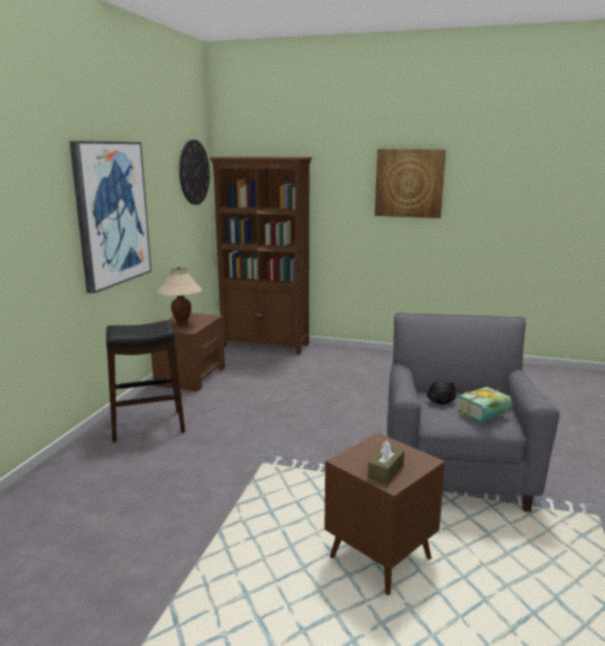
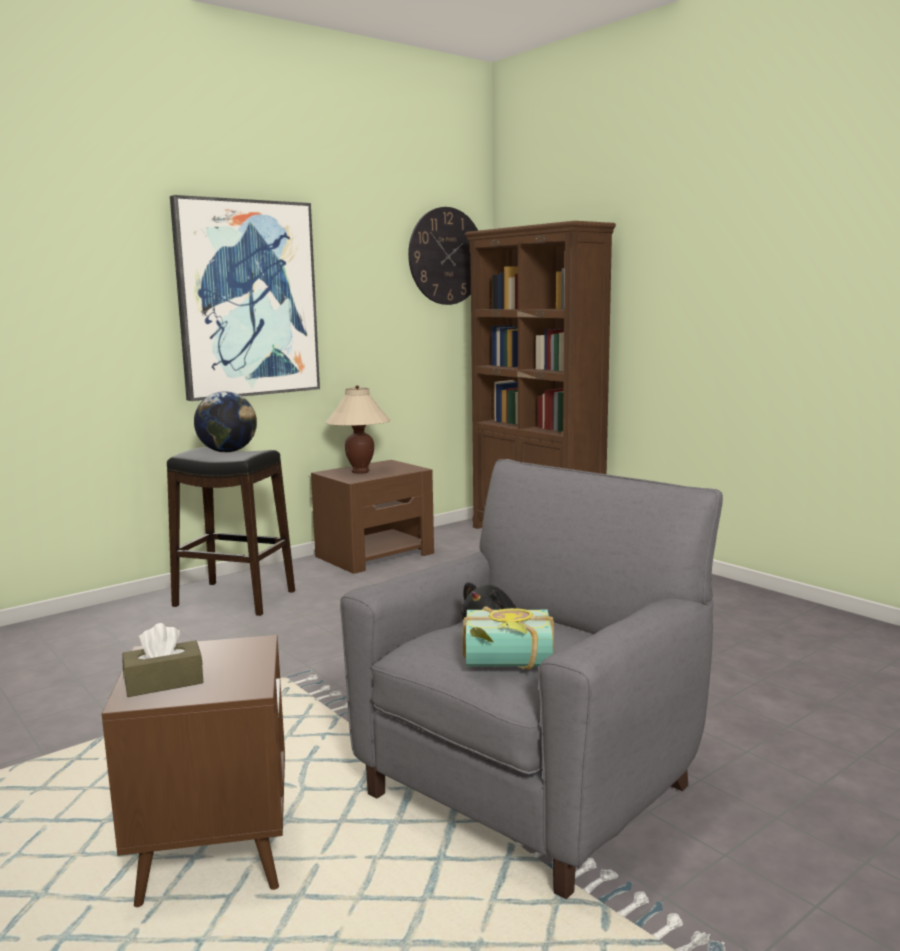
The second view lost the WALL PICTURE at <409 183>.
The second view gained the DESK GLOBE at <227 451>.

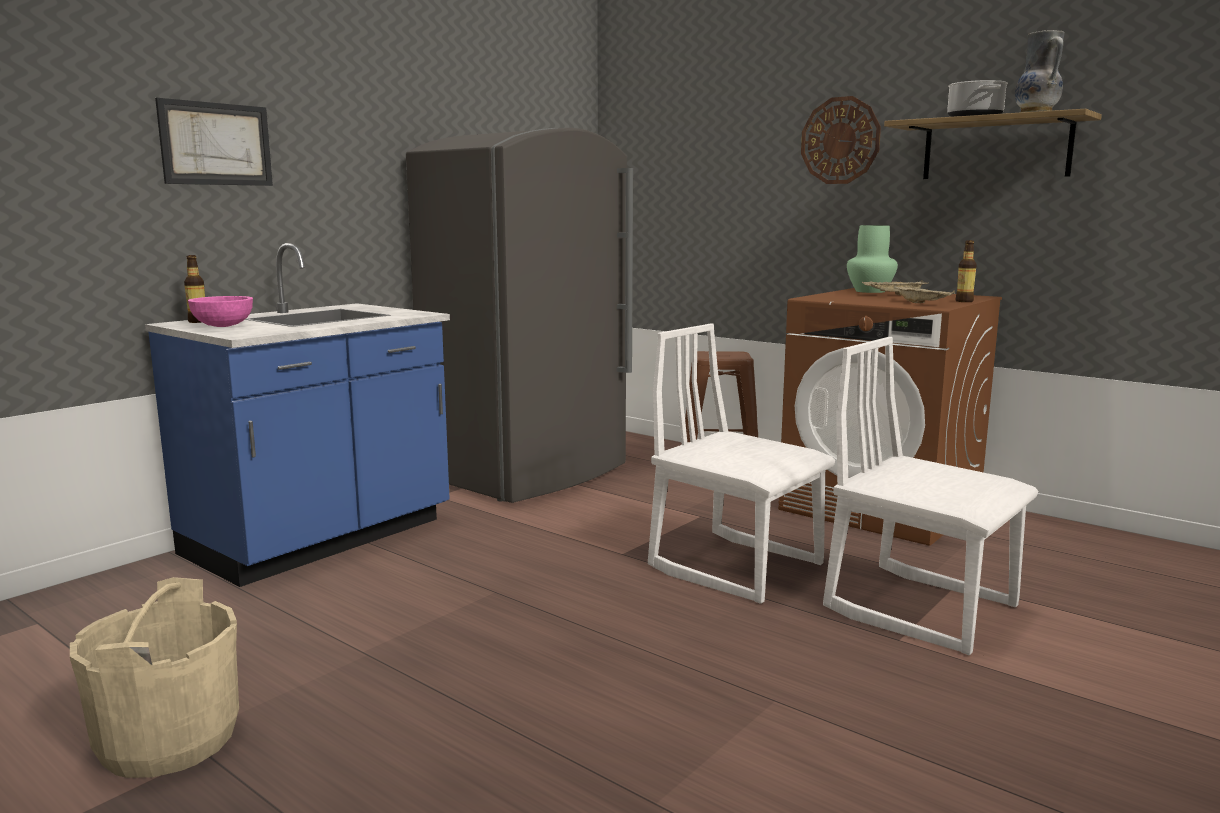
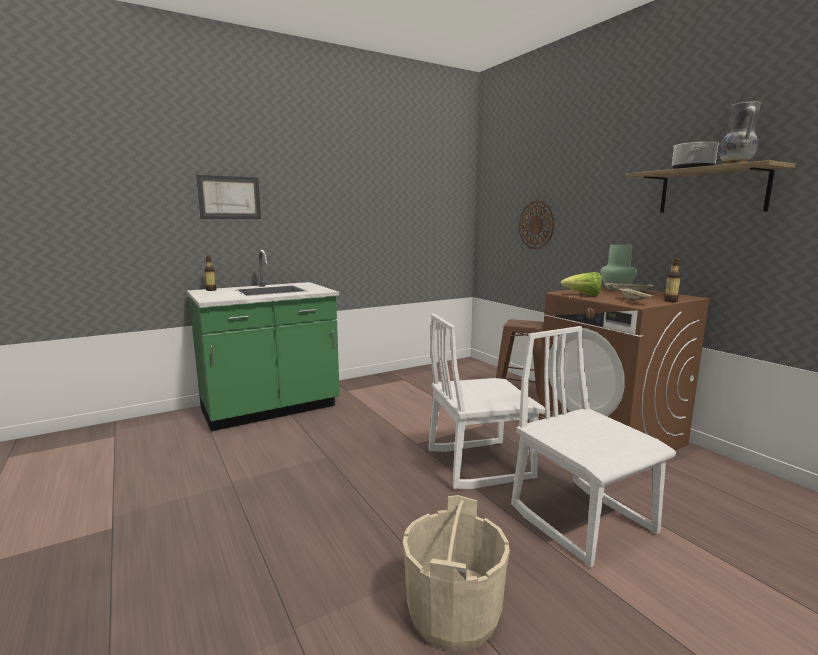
The WALL CLOCK ended up elsewhere, having gone from <840 140> to <536 225>.
The second view lost the GREYISH REFRIGERATOR at <529 473>.
What was the BLUISH KITCHEN BASE UNIT at <321 539> turned into the GREENISH KITCHEN BASE UNIT at <270 409>.
The second view lost the PINK-COLOURED DEEP DISH at <222 326>.
The WHITISH PLAIN CHAIR at <737 566> ended up facing another way, 75 degrees counterclockwise from before.
The BEIGE-COLOURED BUCKET ended up elsewhere, having gone from <169 740> to <454 614>.
The second view gained the LETTUCE at <583 295>.

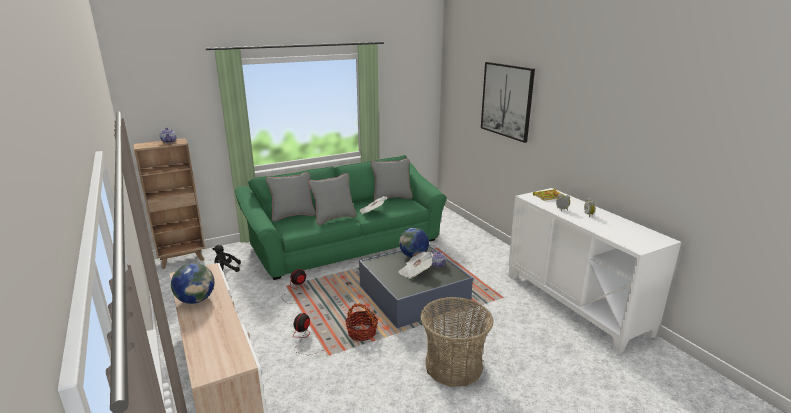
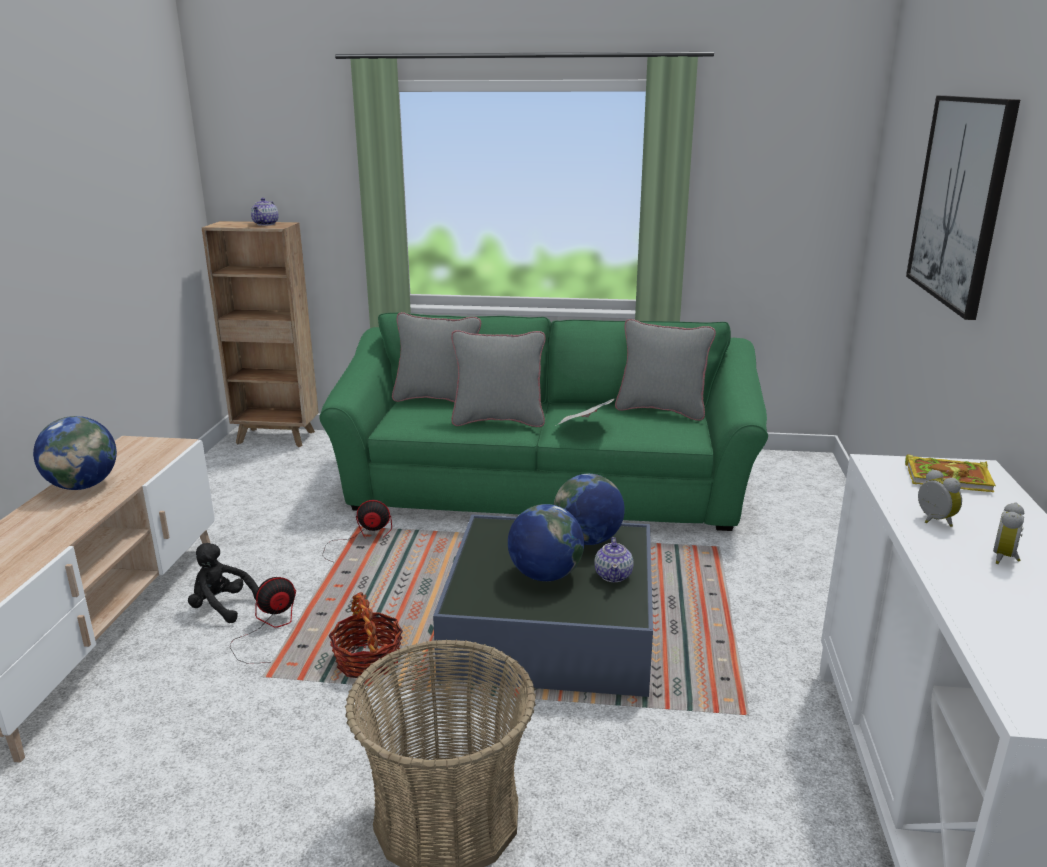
The BLACK SOFT TOY ended up elsewhere, having gone from <226 269> to <222 607>.
Where the DAILY PAPER stood at <415 272>, the DESK GLOBE came to stand at <545 575>.

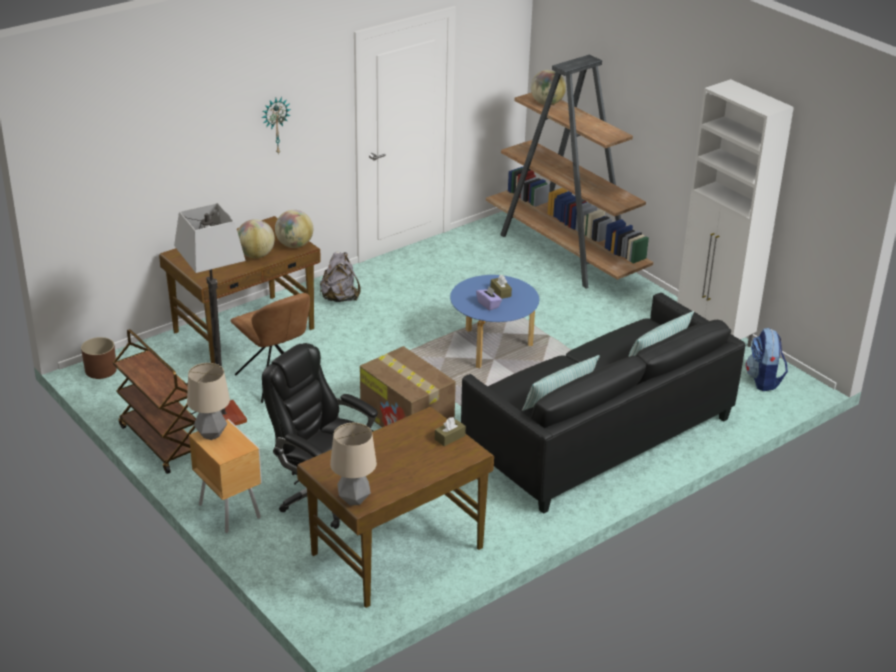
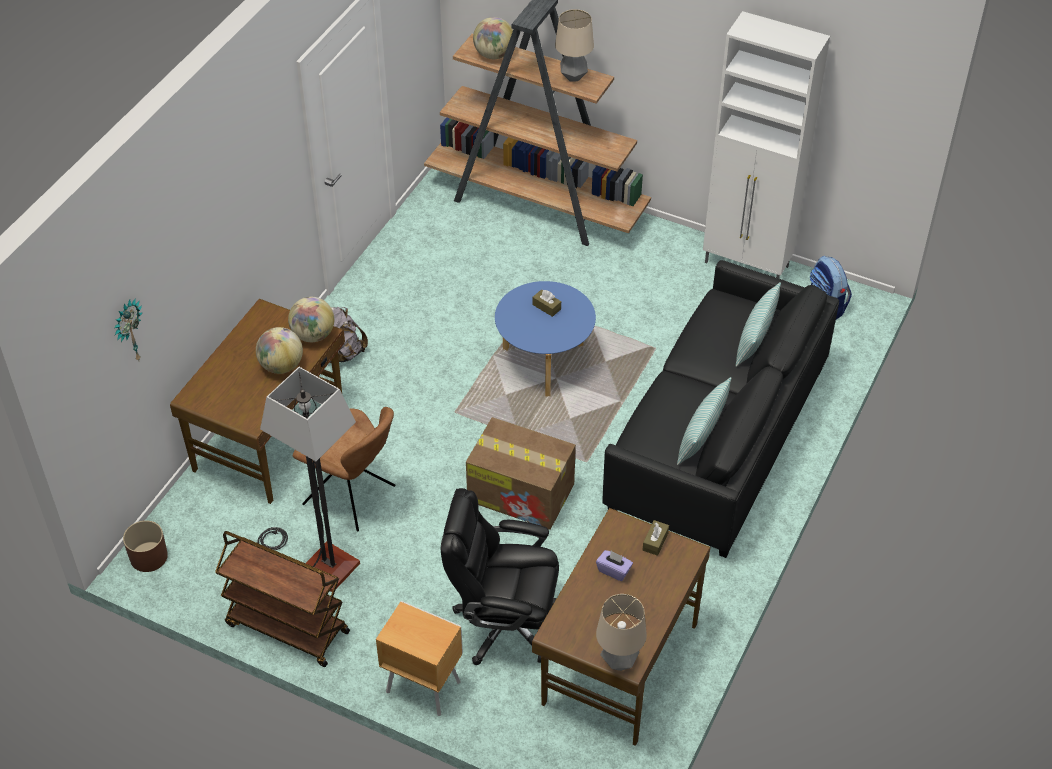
The WALL CLOCK ended up elsewhere, having gone from <275 125> to <128 331>.
The PURPLE BOX OF TISSUES ended up elsewhere, having gone from <488 304> to <614 570>.
The TABLETOP LAMP ended up elsewhere, having gone from <211 435> to <573 77>.

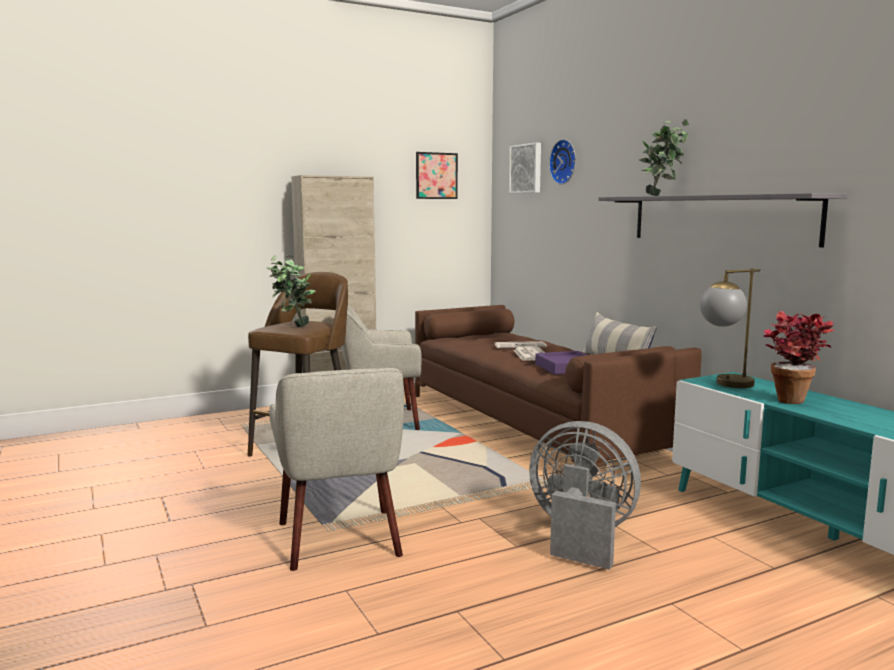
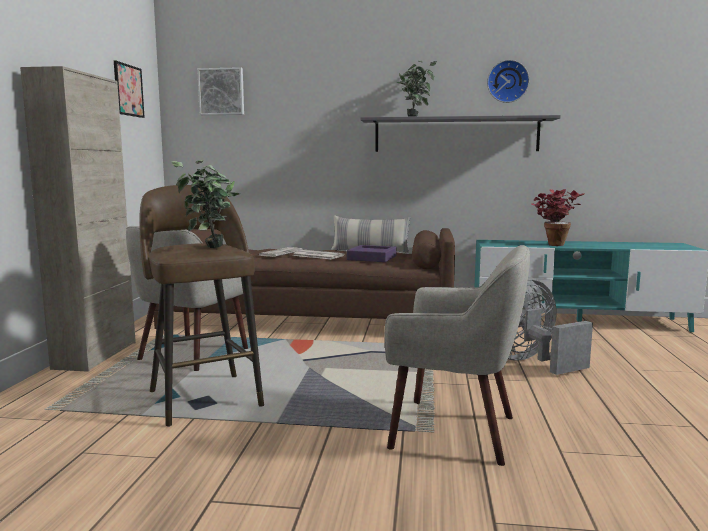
The WALL CLOCK ended up elsewhere, having gone from <565 162> to <507 81>.
The second view lost the TABLETOP LAMP at <725 385>.

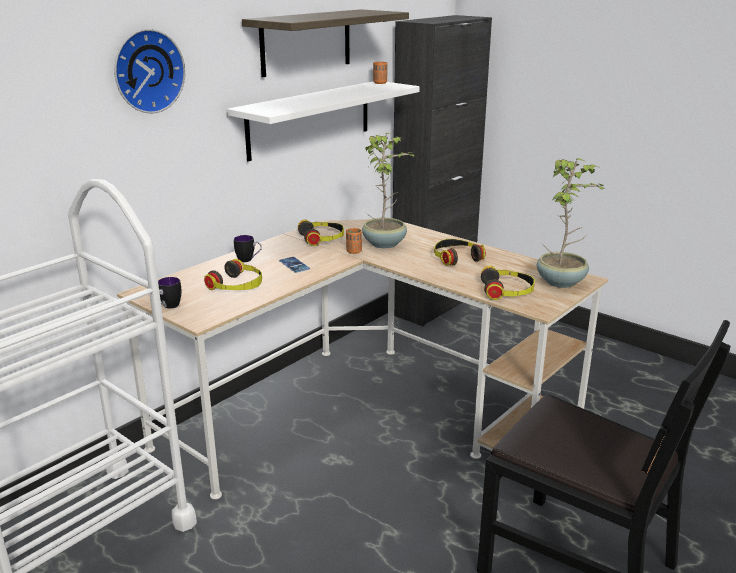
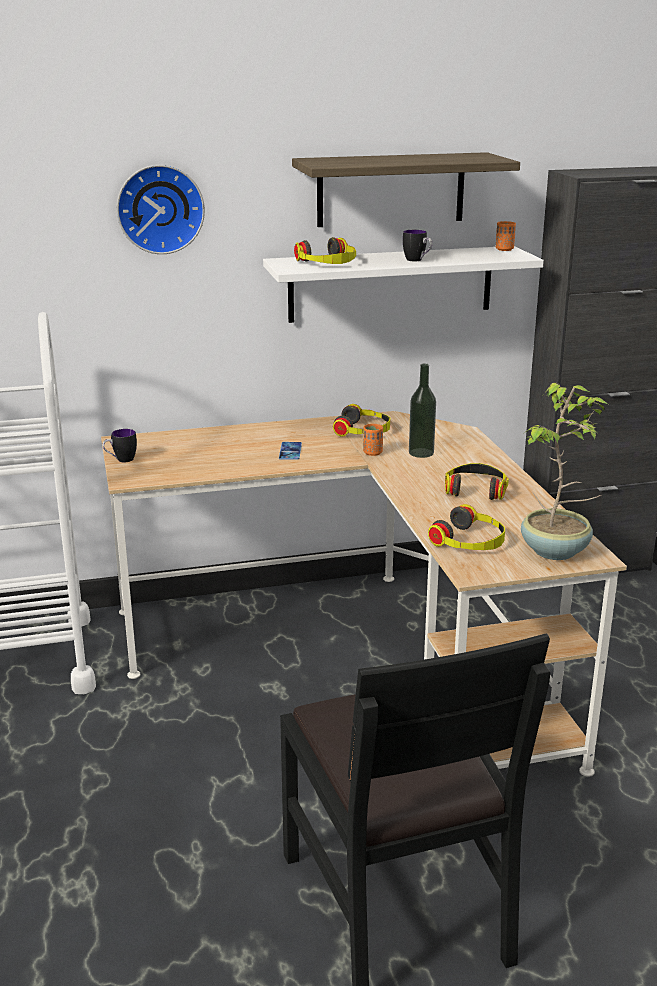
Where the POTTED PLANT stood at <385 243>, the BOTTLE came to stand at <421 453>.
The MUG ended up elsewhere, having gone from <249 260> to <417 260>.
The PAIR OF HEADPHONES ended up elsewhere, having gone from <237 285> to <328 263>.

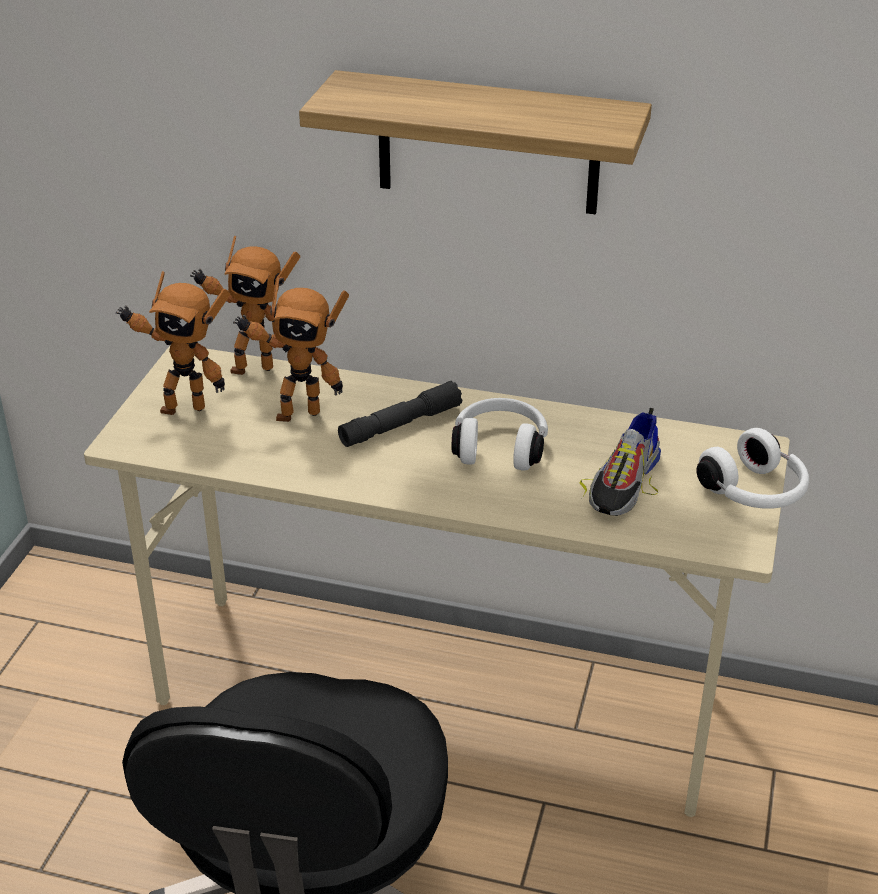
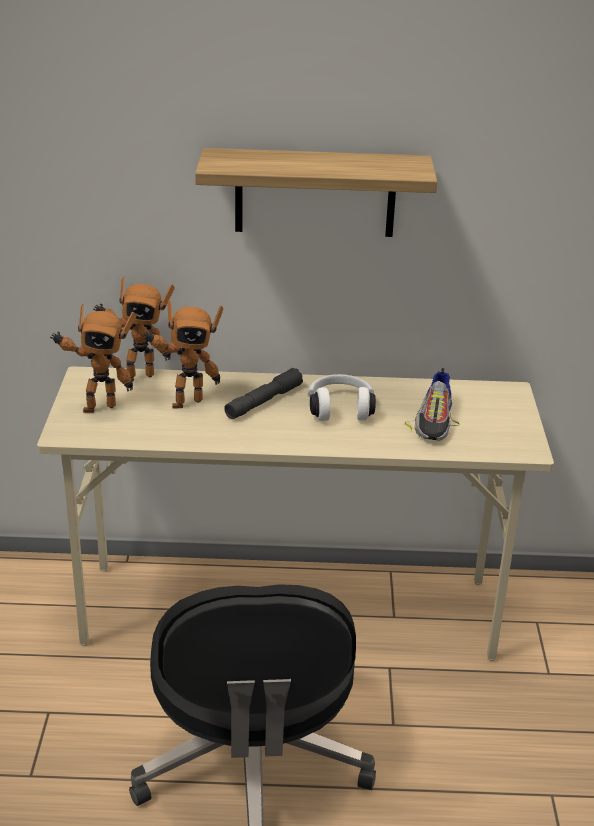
The second view lost the WHITISH PAIR OF HEADPHONES at <754 492>.

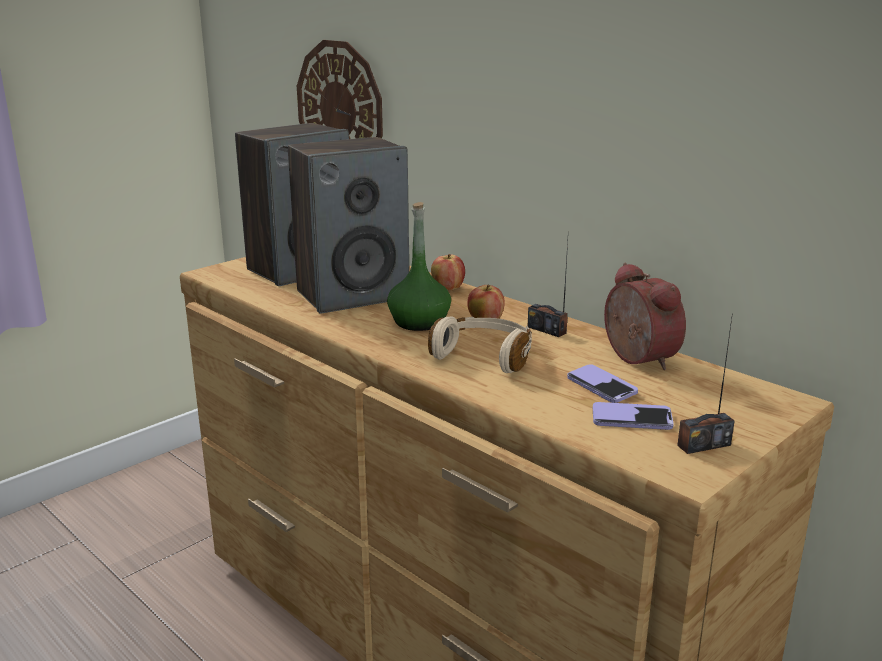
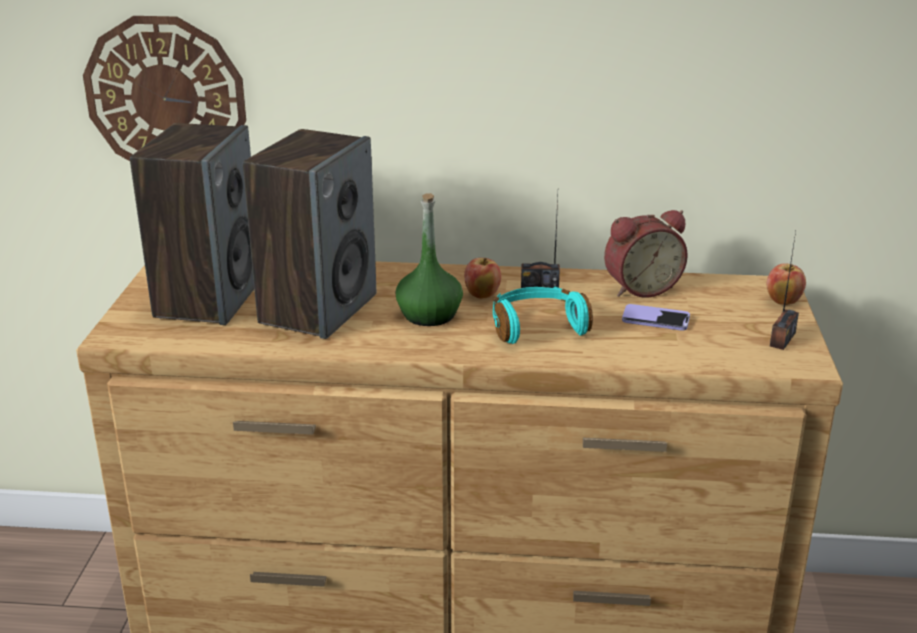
The APPLE ended up elsewhere, having gone from <448 288> to <782 301>.
The TABLE CLOCK at <635 359> ended up facing another way, 135 degrees clockwise from before.
What was the BEIGE-COLOURED PAIR OF HEADPHONES at <485 356> turned into the TURQUOISE PAIR OF HEADPHONES at <537 327>.
The second view lost the TELEPHONE at <632 418>.

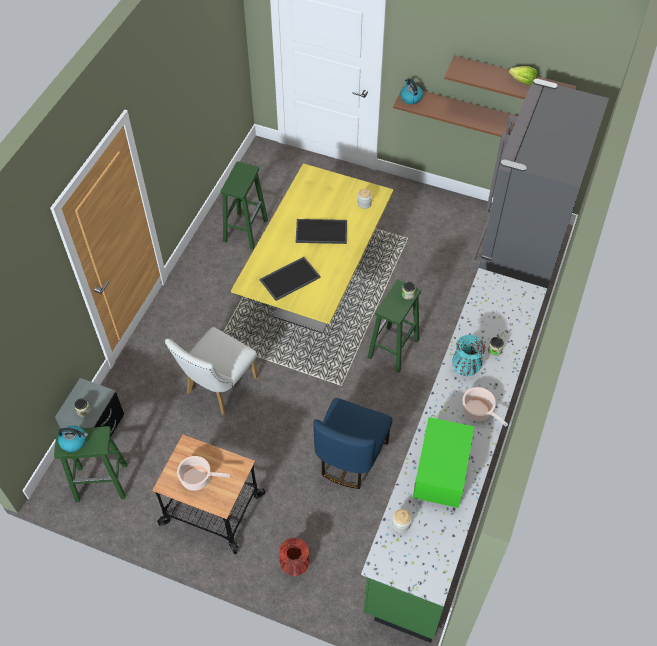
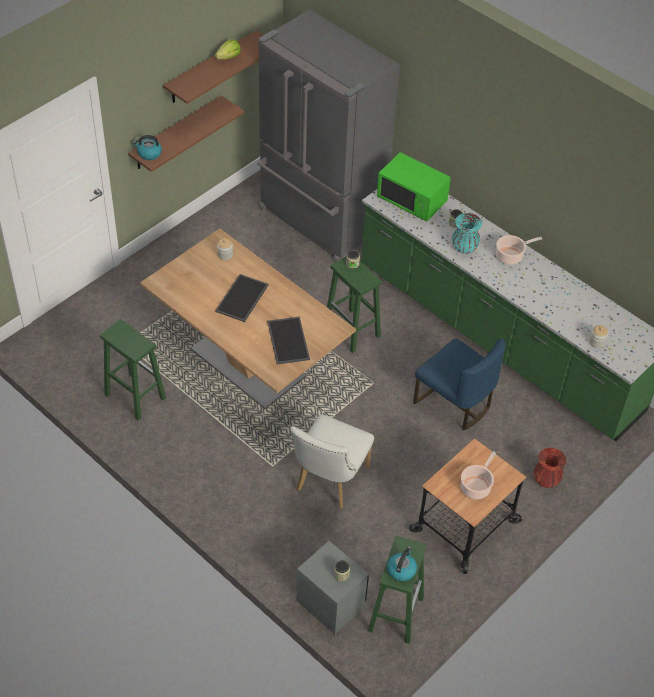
What was the YELLOW-COLOURED KITCHEN TABLE at <316 288> turned into the BROWN-COLOURED KITCHEN TABLE at <248 363>.
The WHITISH PLAIN CHAIR at <218 388> ended up facing another way, 60 degrees clockwise from before.
The GREENISH KITCHEN MICROWAVE ended up elsewhere, having gone from <441 472> to <412 200>.

